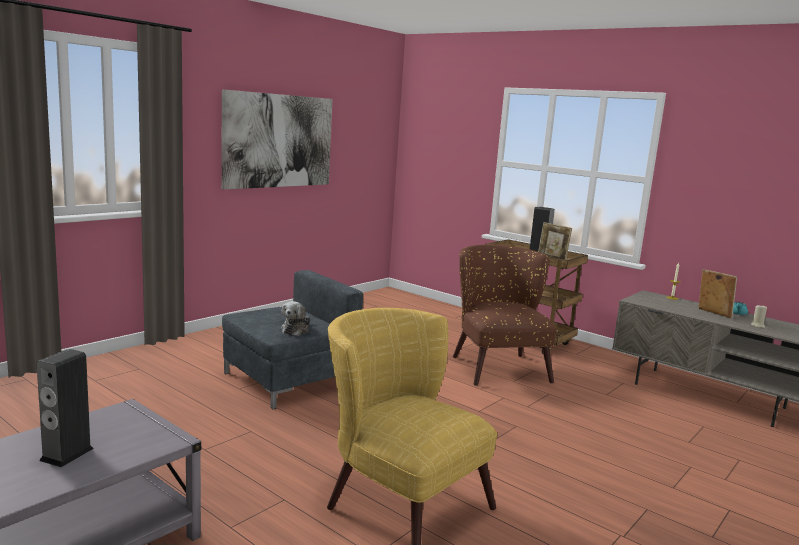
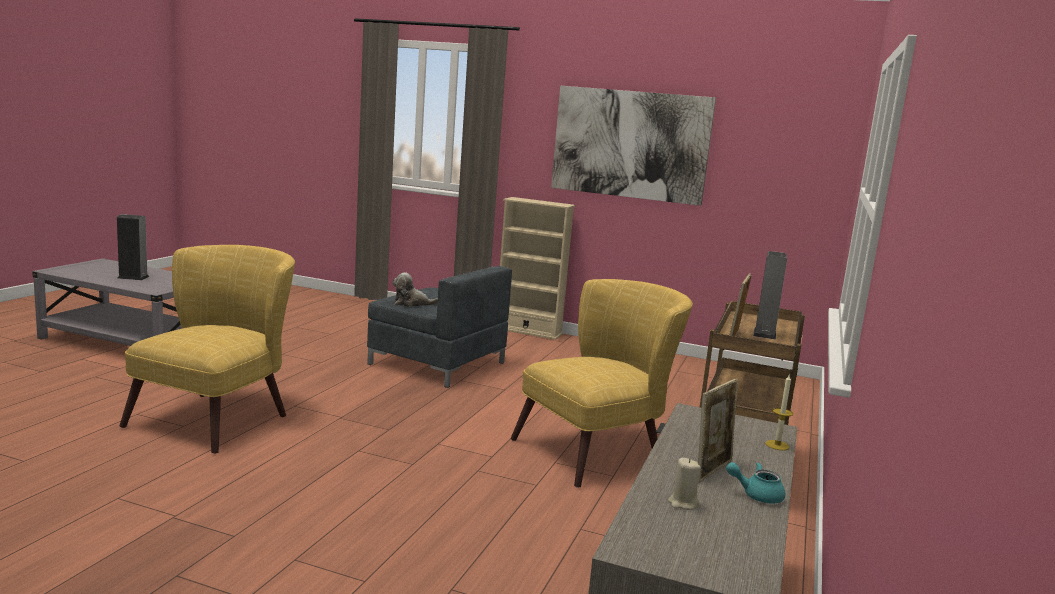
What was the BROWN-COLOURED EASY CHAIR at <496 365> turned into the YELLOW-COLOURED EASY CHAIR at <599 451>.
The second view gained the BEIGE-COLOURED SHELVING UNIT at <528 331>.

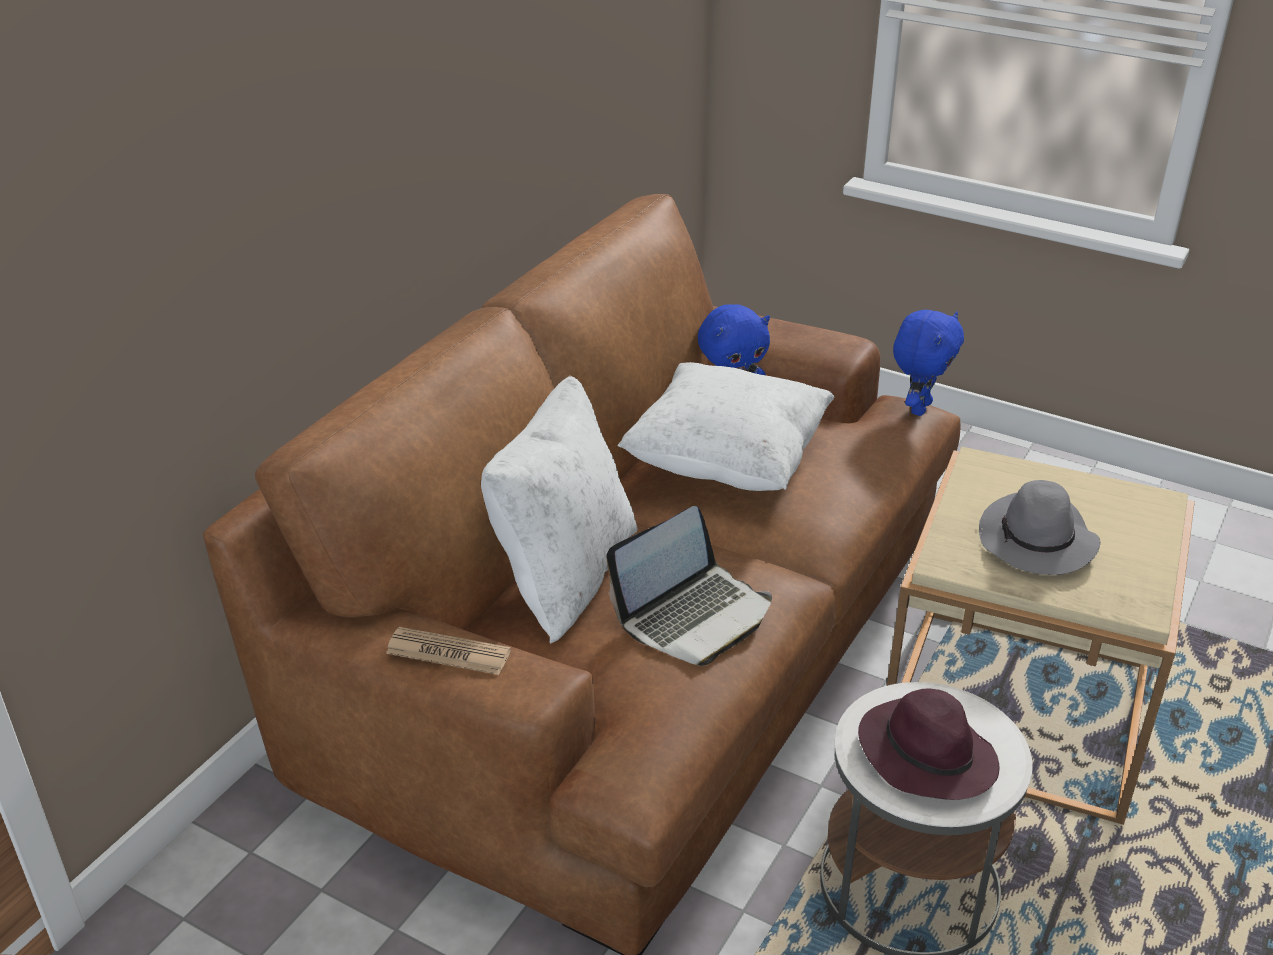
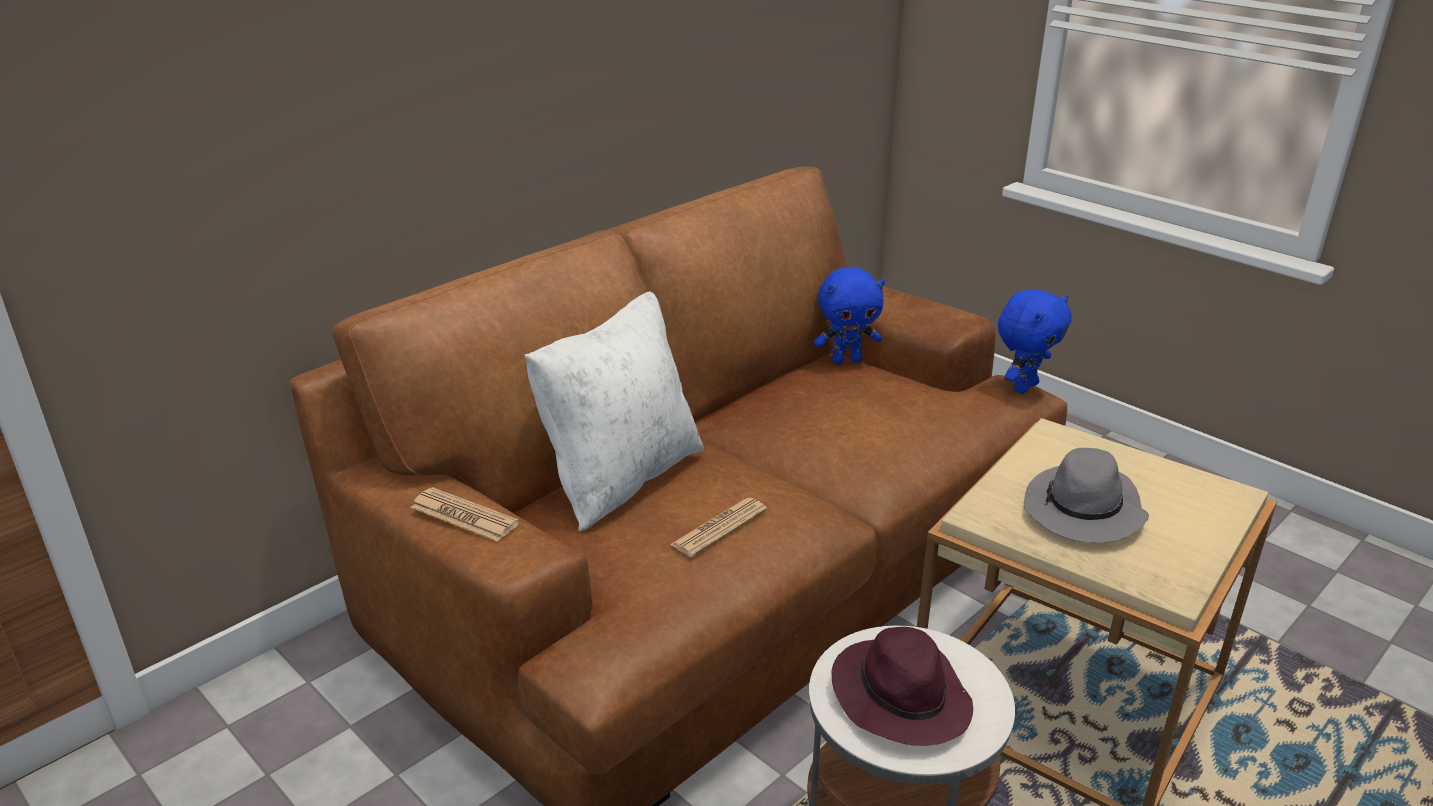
The second view lost the WHITISH THROW PILLOW at <726 464>.
Where the NOTEBOOK COMPUTER stood at <694 615>, the DAILY PAPER came to stand at <719 528>.

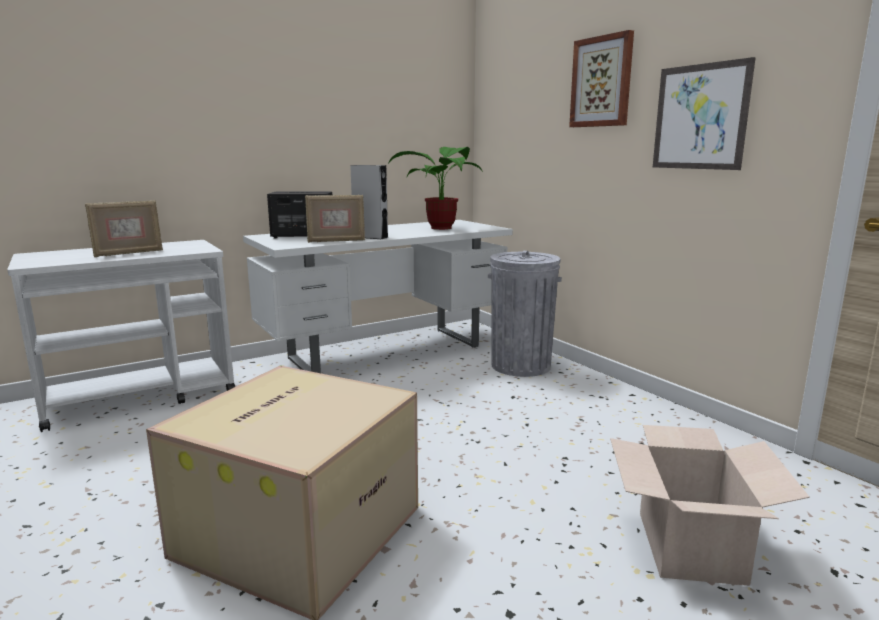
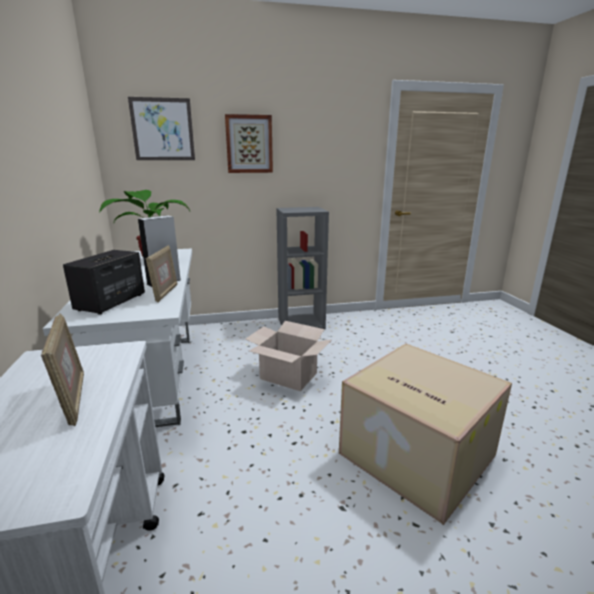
The WALL PICTURE ended up elsewhere, having gone from <700 117> to <162 129>.
The second view lost the GREYISH TRASH CAN at <521 365>.
The CARTON ended up elsewhere, having gone from <691 547> to <289 376>.
The second view gained the GREYISH SHELVING UNIT at <301 323>.

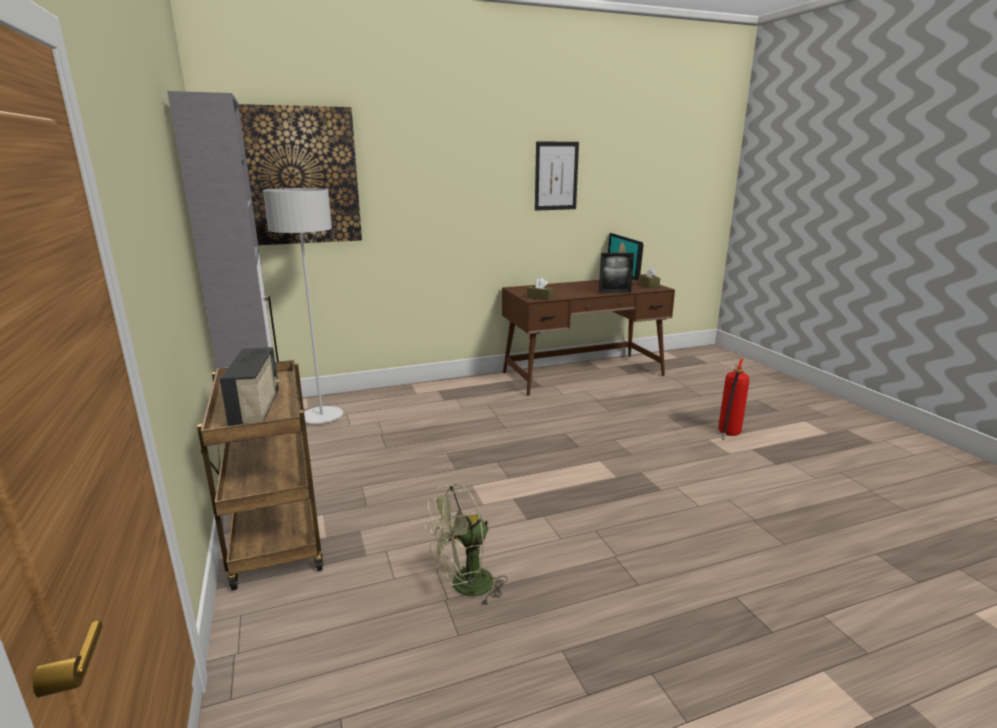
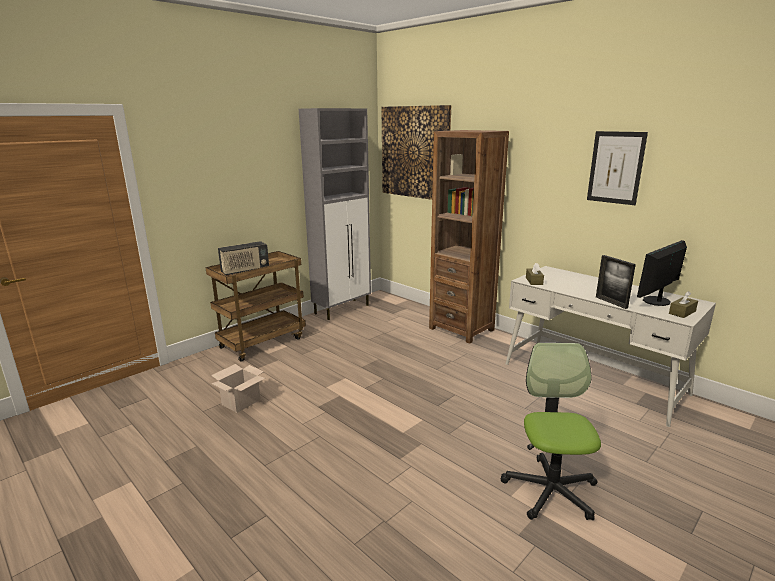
The second view lost the GREYISH STANDARD LAMP at <322 417>.
What was the BROWN-COLOURED DESK TABLE at <583 374> turned into the WHITISH DESK TABLE at <593 379>.
Where the FIRE EXTINGUISHER stood at <727 436>, the DESK CHAIR came to stand at <550 490>.
Where the GREENISH FAN stood at <464 587>, the CARTON came to stand at <241 402>.
The second view gained the BROWN-COLOURED SHELVING UNIT at <461 329>.

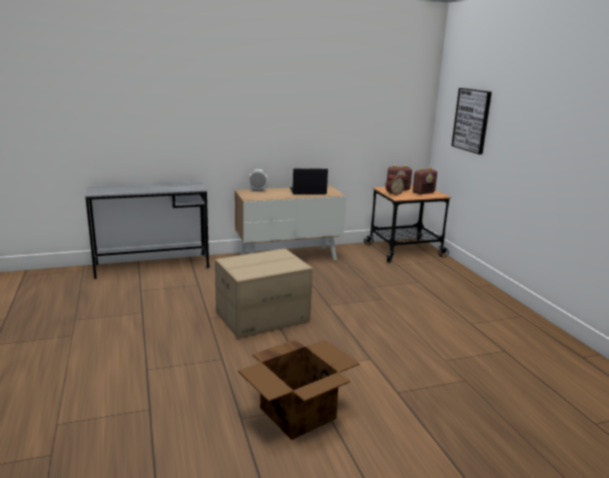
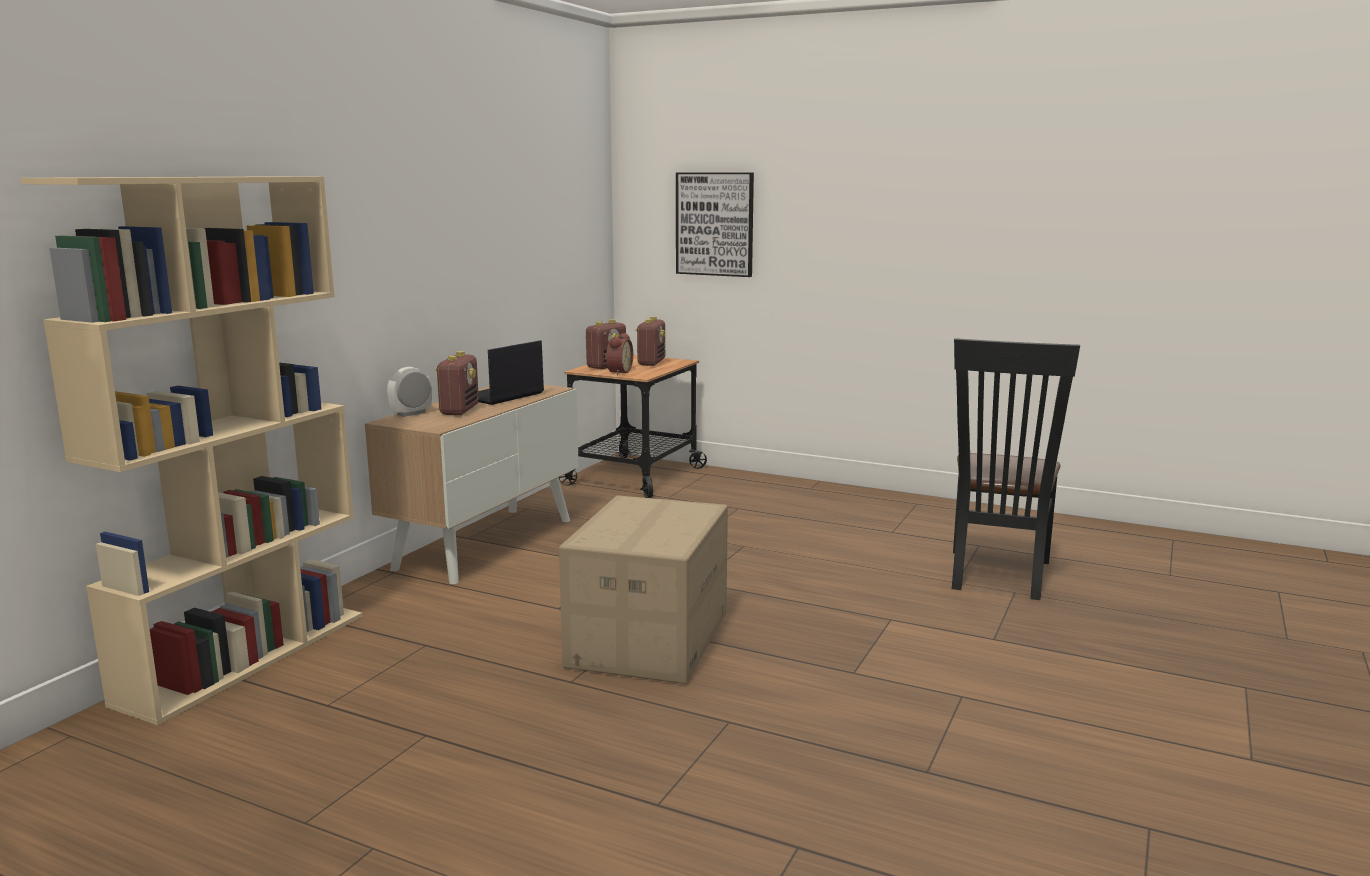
Where the GREYISH DESK TABLE stood at <152 266>, the BEIGE-COLOURED SHELVING UNIT came to stand at <245 656>.
The second view lost the CARTON at <299 413>.
The second view gained the BLACK PLAIN CHAIR at <997 577>.
The second view gained the RADIO at <459 410>.

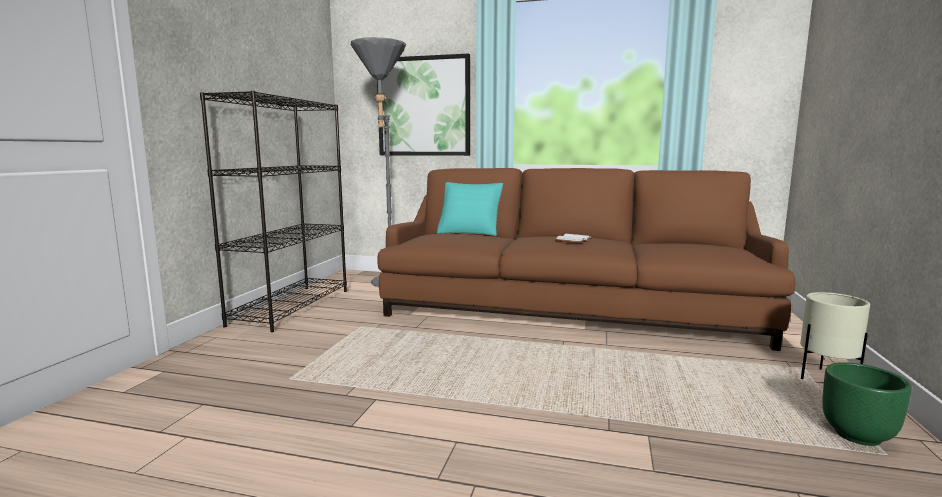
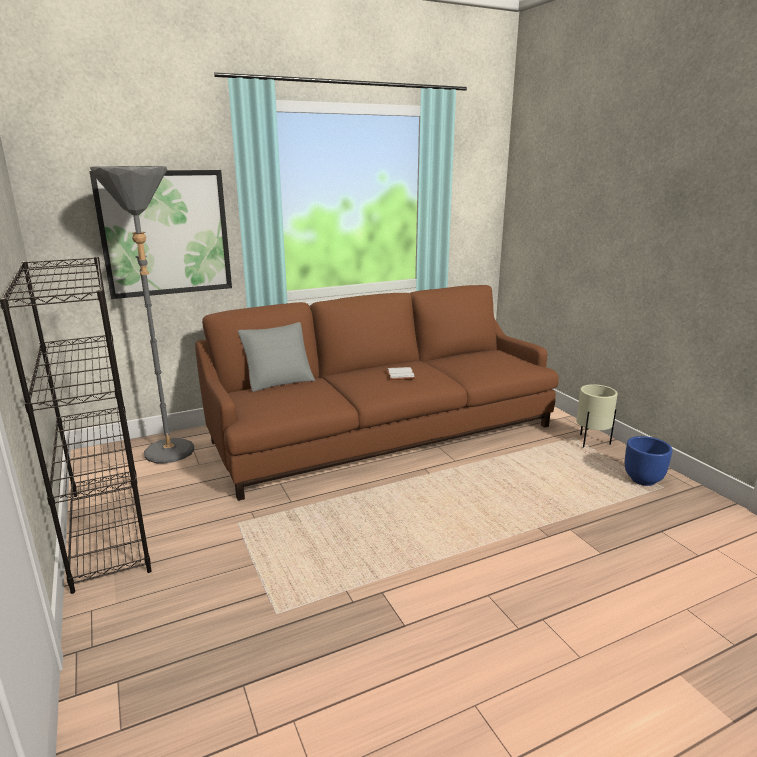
What was the TURQUOISE THROW PILLOW at <470 232> turned into the GREYISH THROW PILLOW at <278 380>.
What was the GREENISH PLANTER at <858 436> turned into the BLUISH PLANTER at <643 480>.

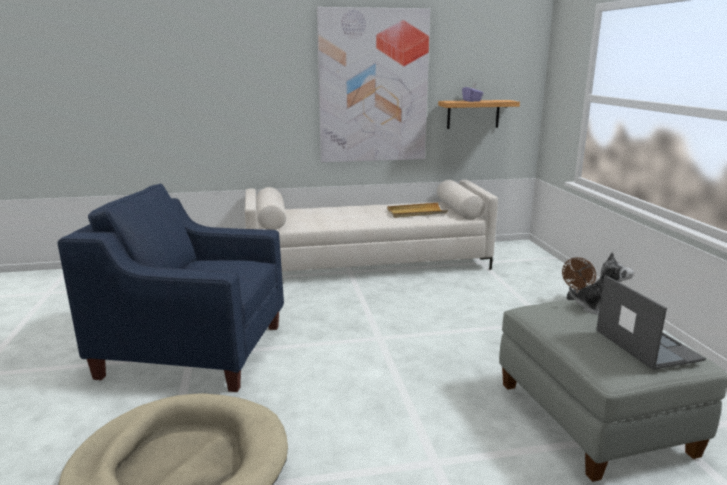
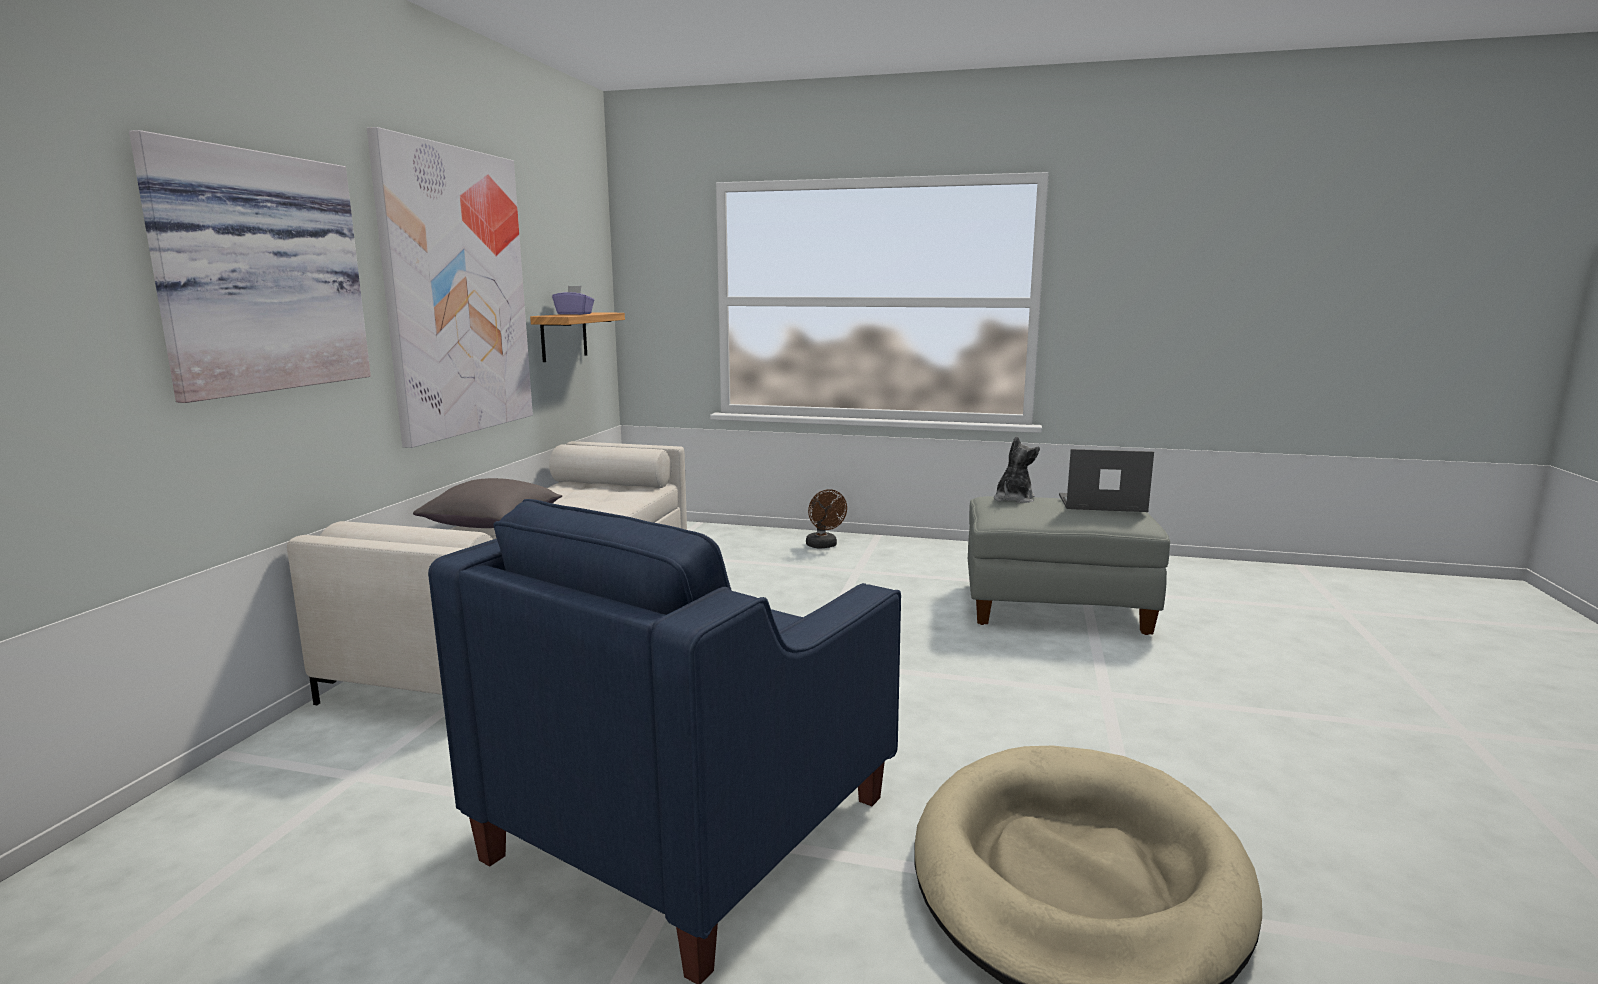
The second view lost the BEIGE-COLOURED TRAY at <416 212>.
The second view gained the WALL PICTURE at <257 273>.
The second view gained the GREYISH THROW PILLOW at <493 526>.

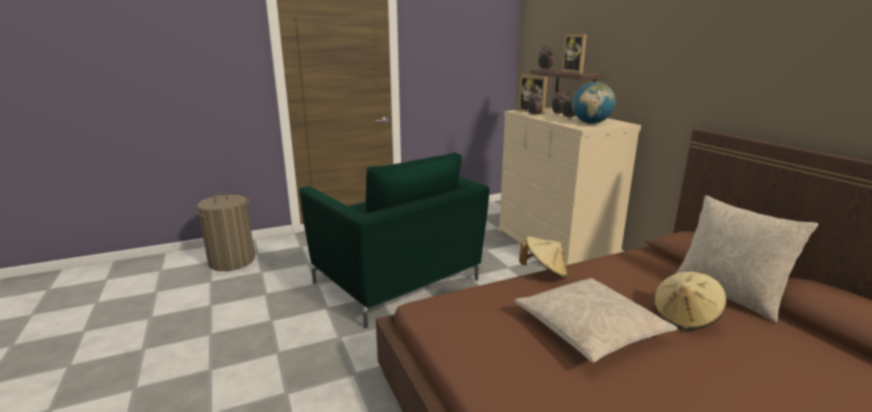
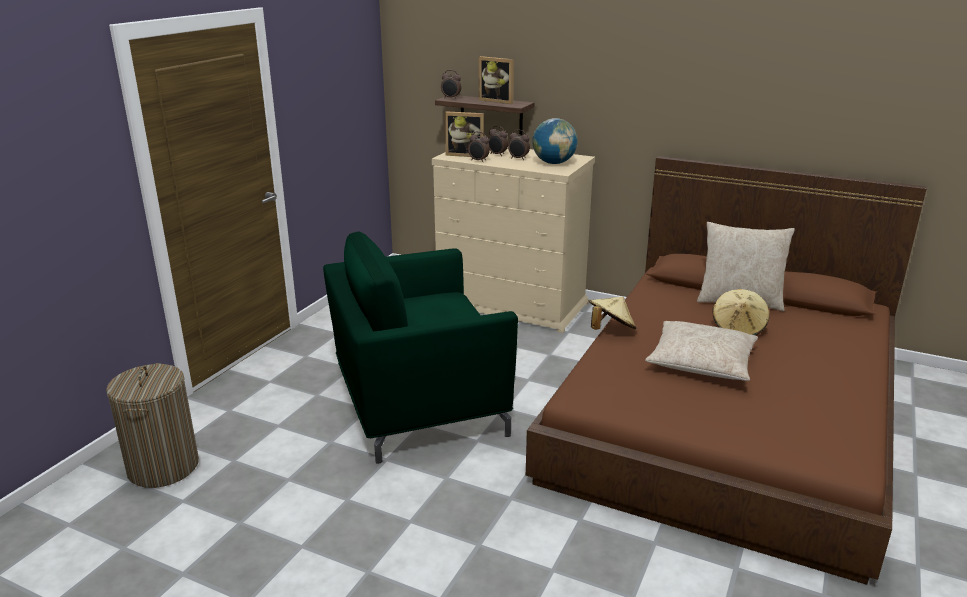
The GREENISH EASY CHAIR at <397 282> ended up facing another way, 150 degrees clockwise from before.

